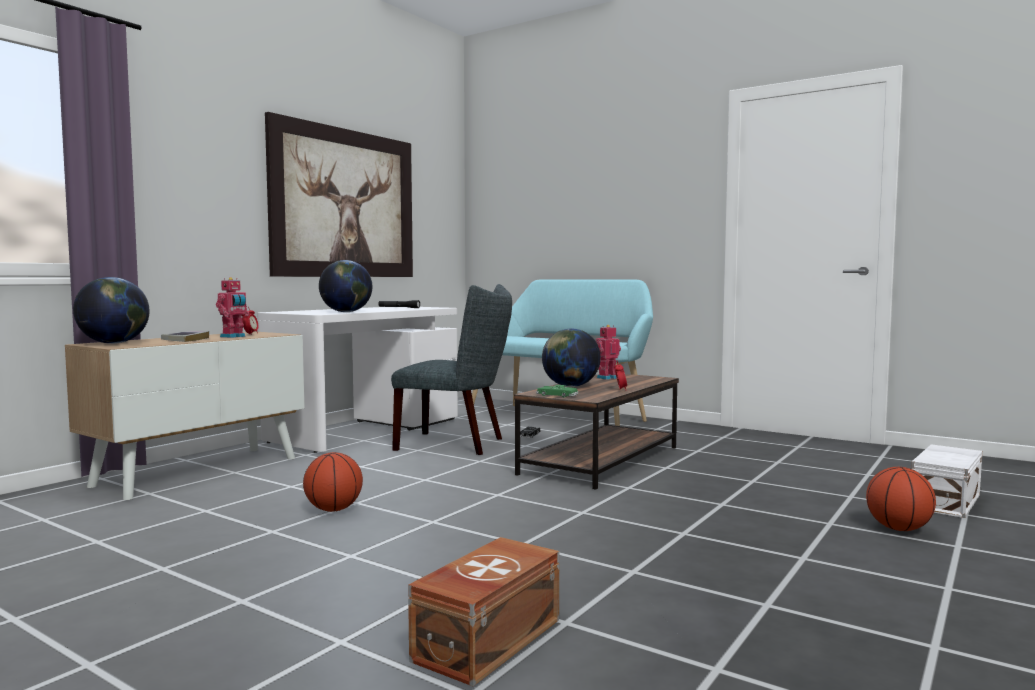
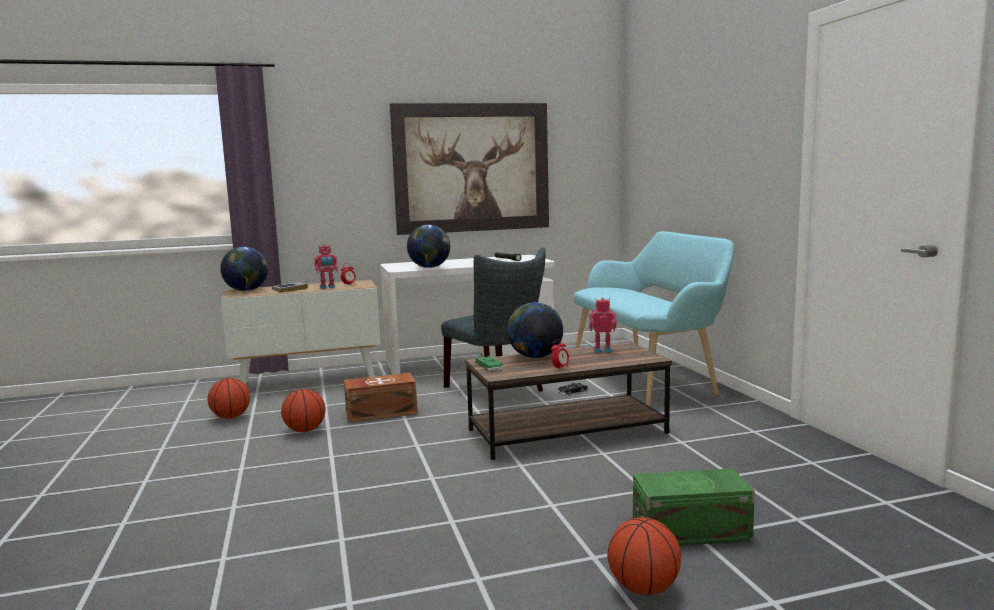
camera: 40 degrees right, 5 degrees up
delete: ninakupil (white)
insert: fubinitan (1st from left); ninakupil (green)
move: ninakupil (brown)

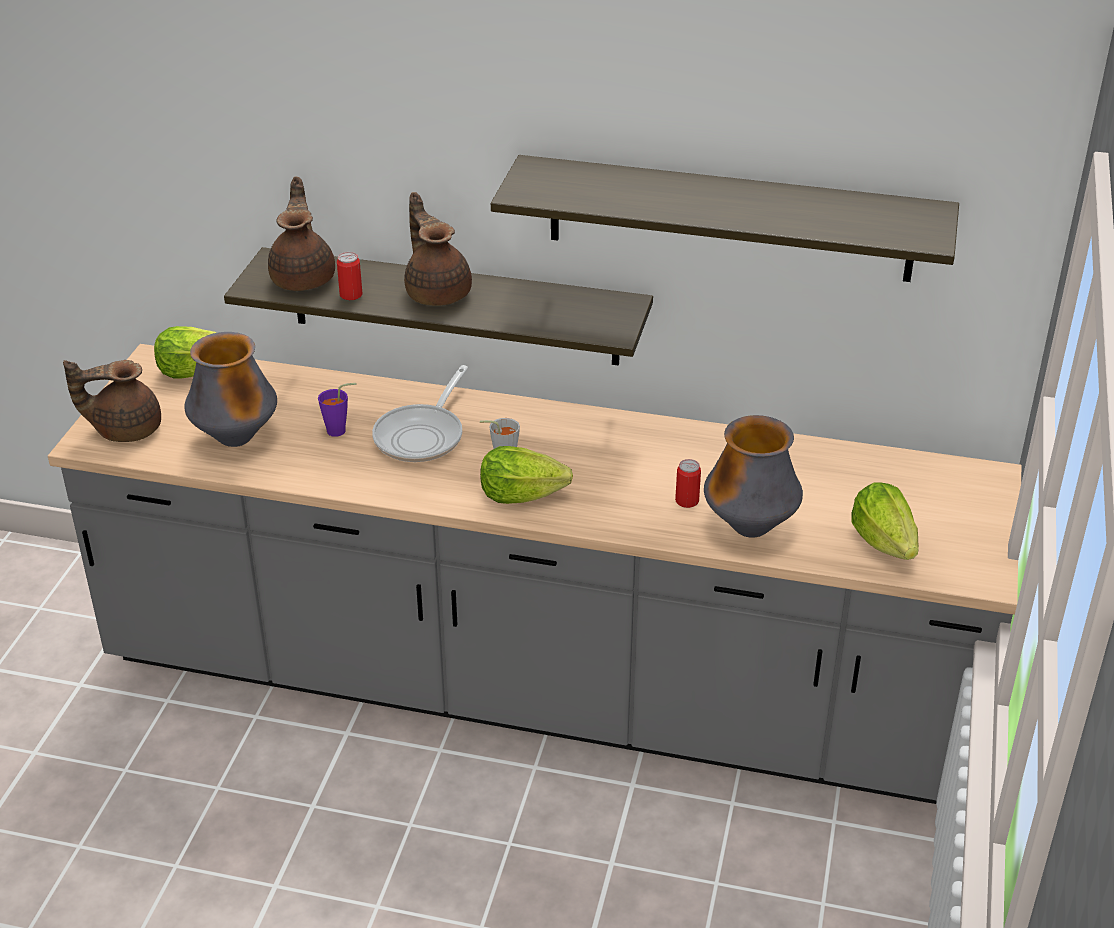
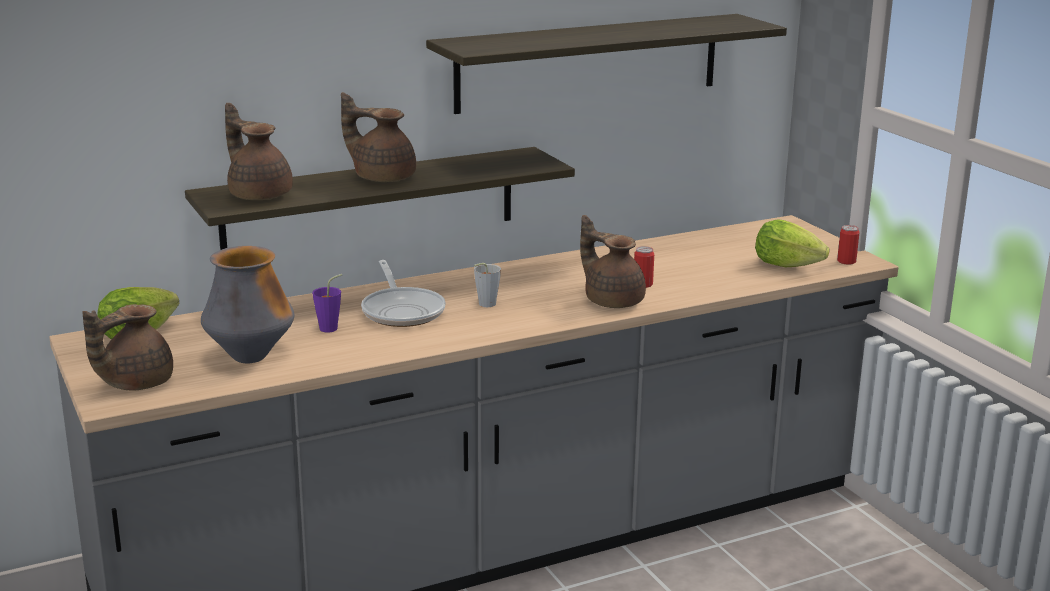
camera: 40 degrees left, 15 degrees down
delete: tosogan (2nd from left); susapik (2nd from left)
insert: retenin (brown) (4th from left)
move: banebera (1st from left in the first image) to banebera (2nd from left)

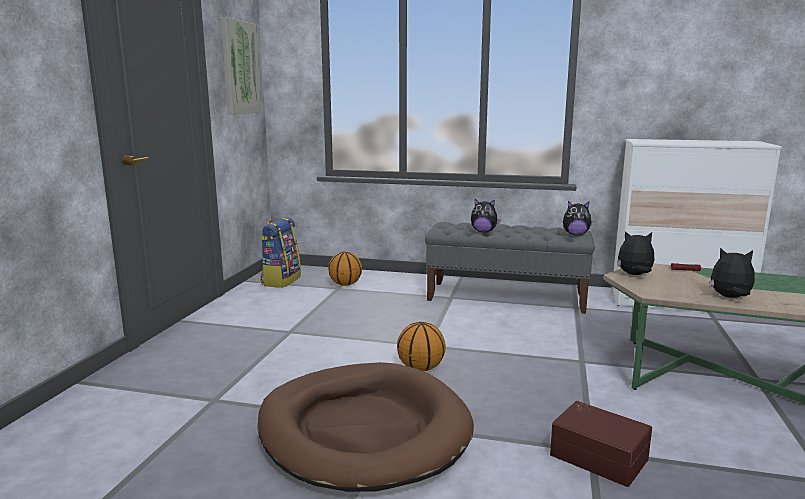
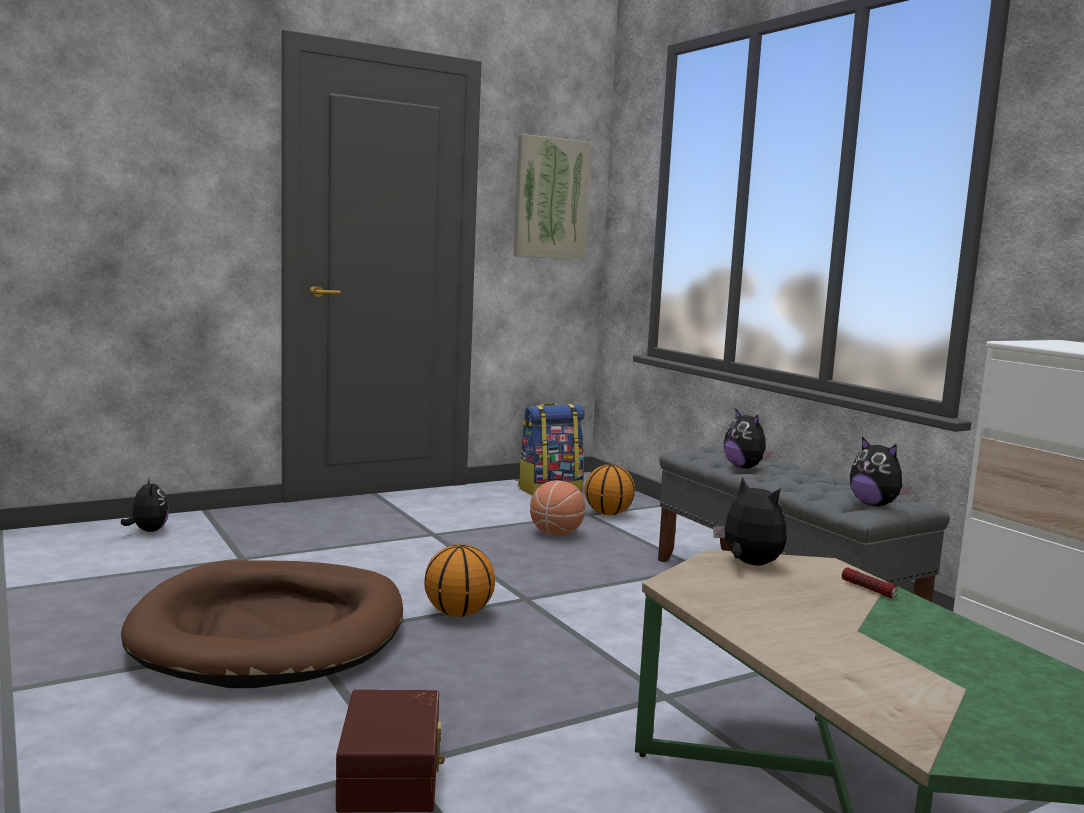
camera: 45 degrees right, 5 degrees down
insert: fubinitan (2nd from left)
move: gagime (4th from left in the first image) to gagime (1st from left)

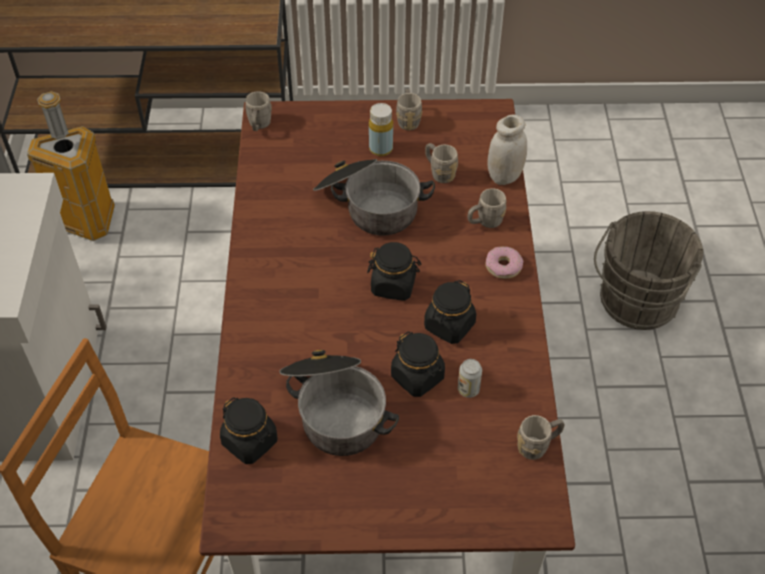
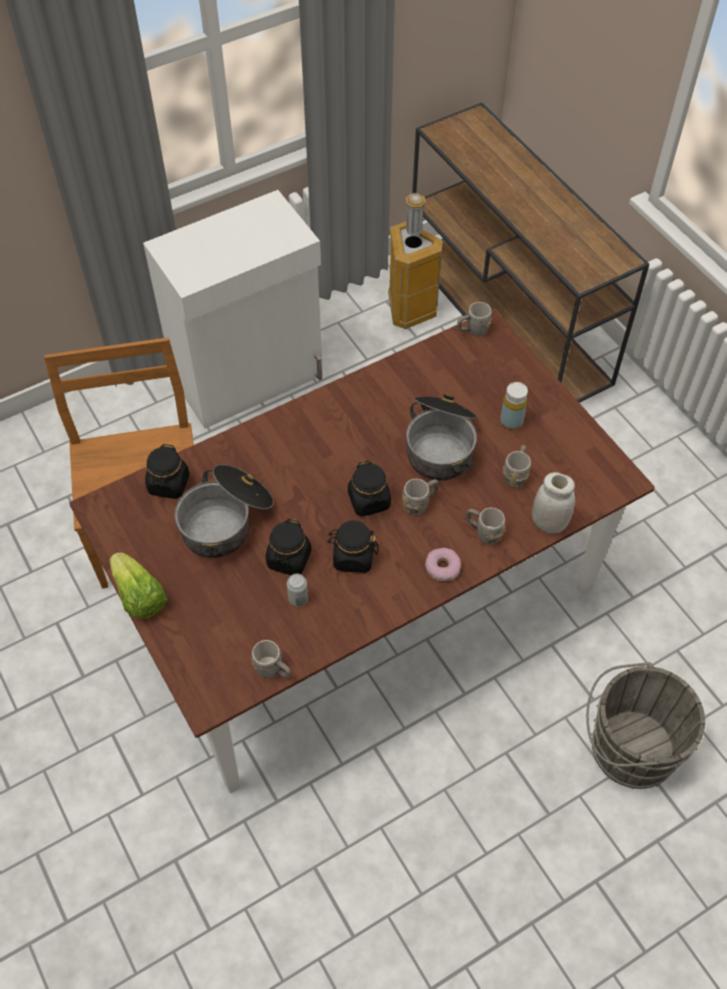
camera: 60 degrees right, 5 degrees up
insert: tosogan
move: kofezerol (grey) (2nd from left)

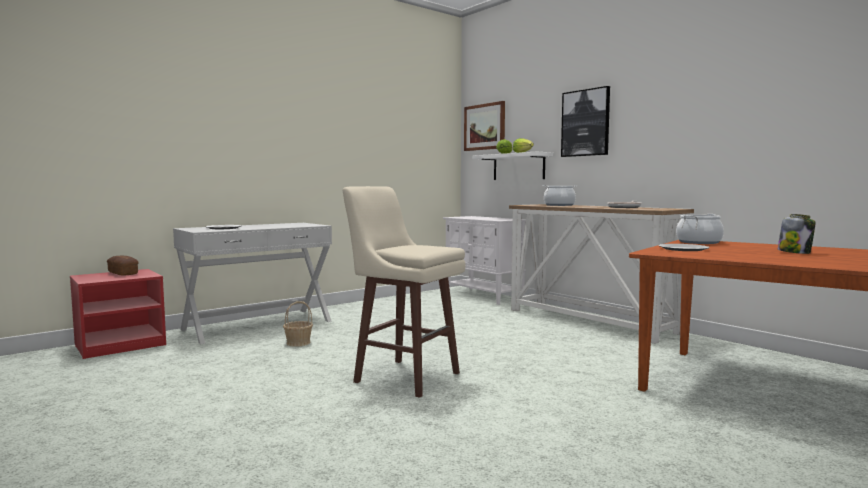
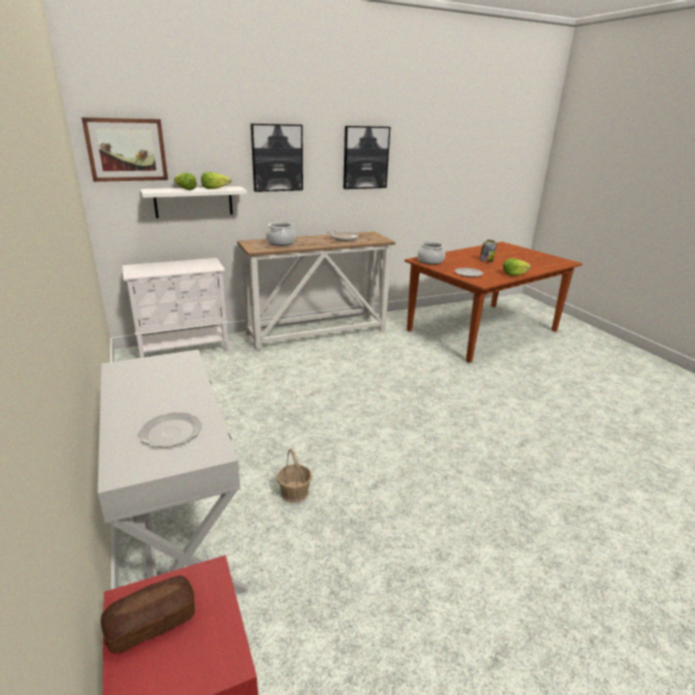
camera: 75 degrees left, 20 degrees up
delete: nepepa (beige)
insert: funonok (3rd from left); tosogan (3rd from left)

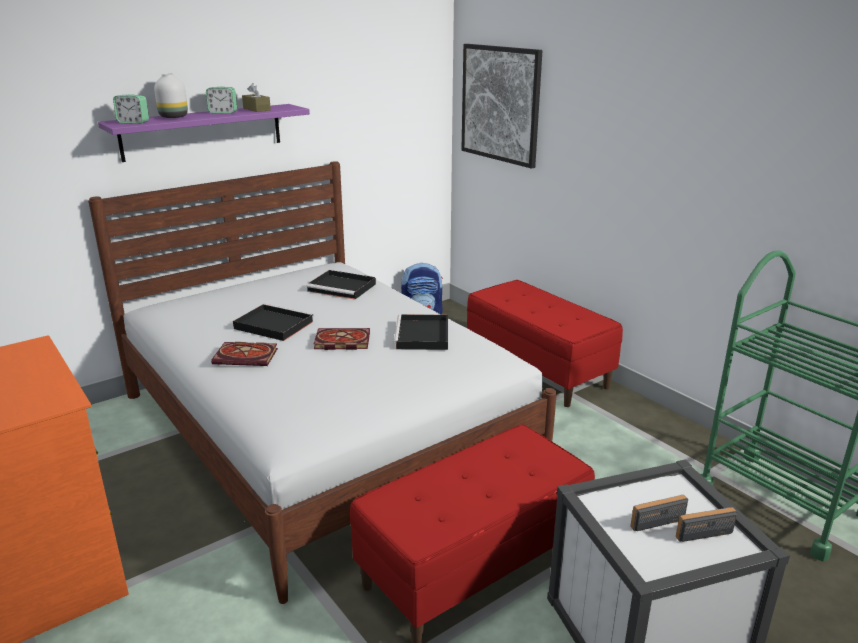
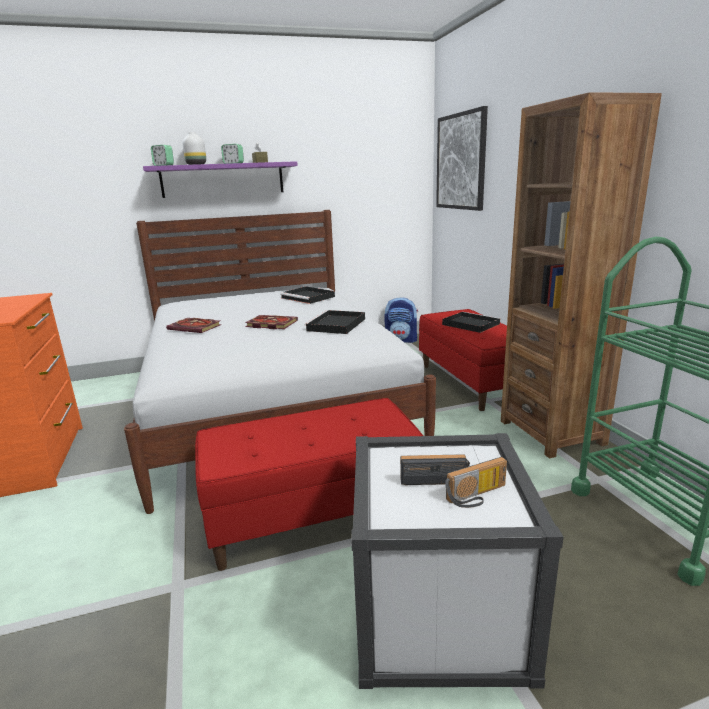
camera: 20 degrees right, 5 degrees down
insert: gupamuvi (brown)
move: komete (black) (1st from left in the first image) to komete (black) (3rd from left)
rotate: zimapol (2nd from left) 150 degrees clockwise

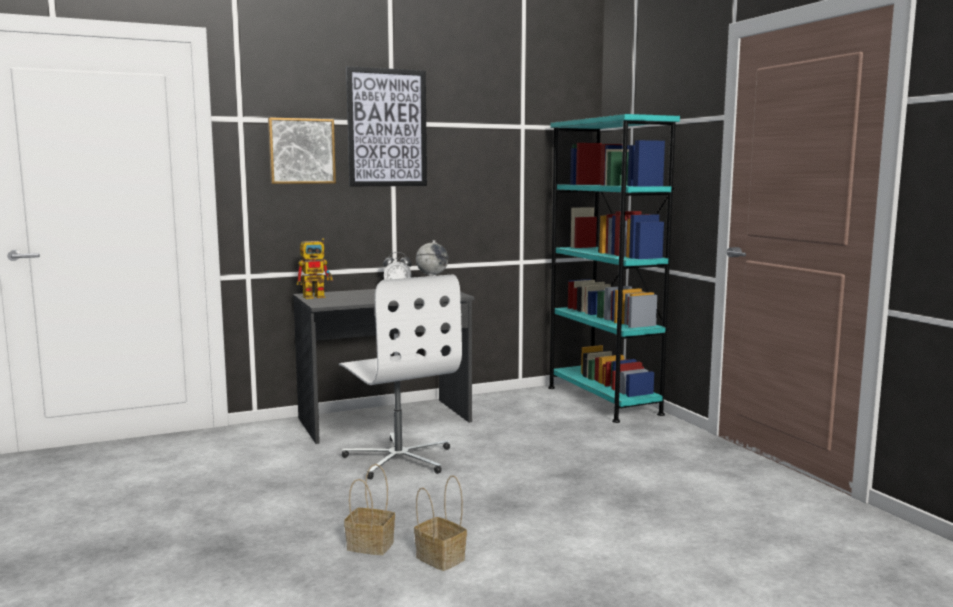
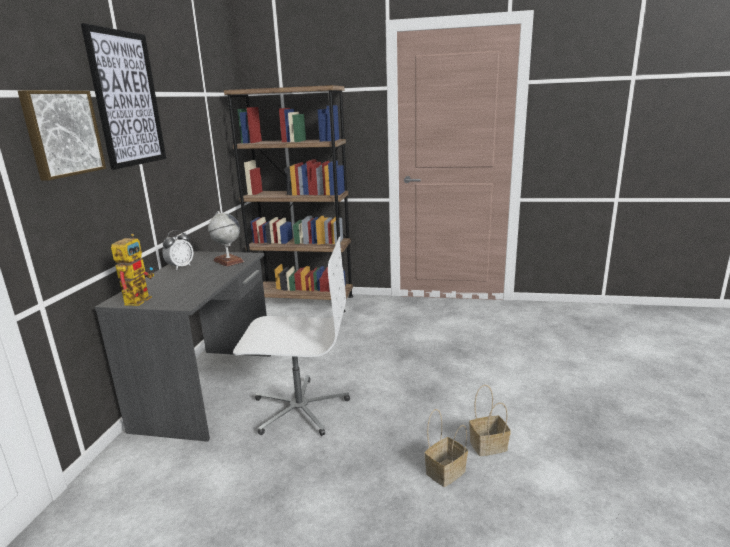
camera: 55 degrees left, 10 degrees up
recolor: gupamuvi (turquoise) to gupamuvi (brown)

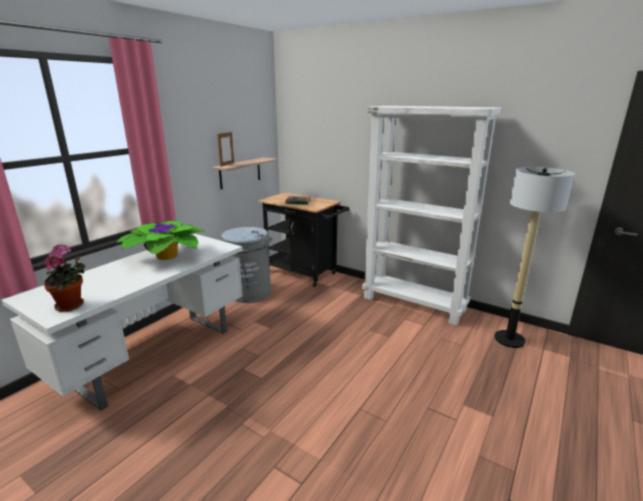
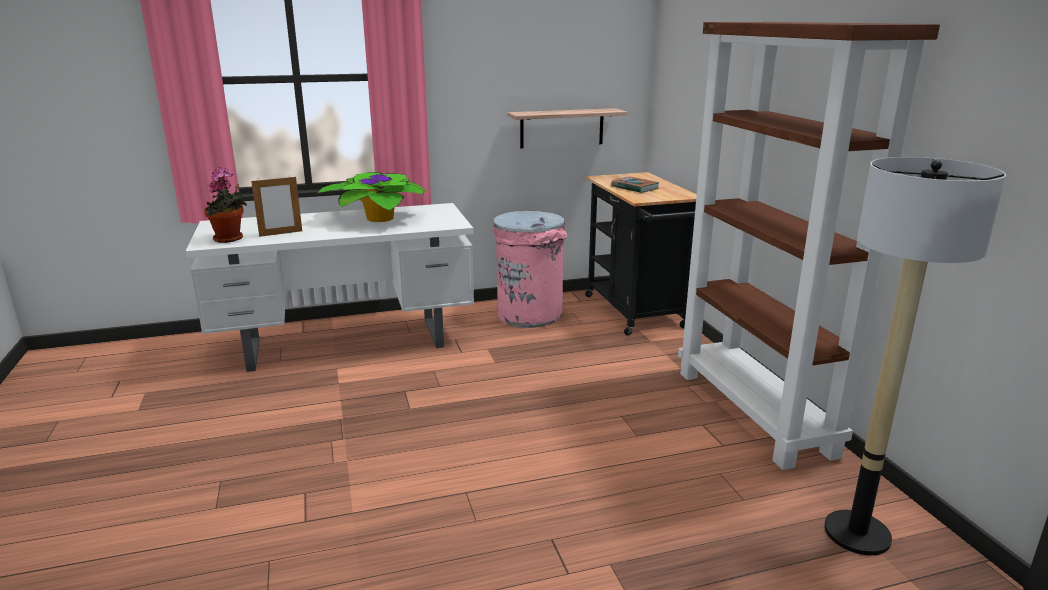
camera: 40 degrees right, 0 degrees up
move: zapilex
recolor: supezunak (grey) to supezunak (pink); gupamuvi (white) to gupamuvi (brown)

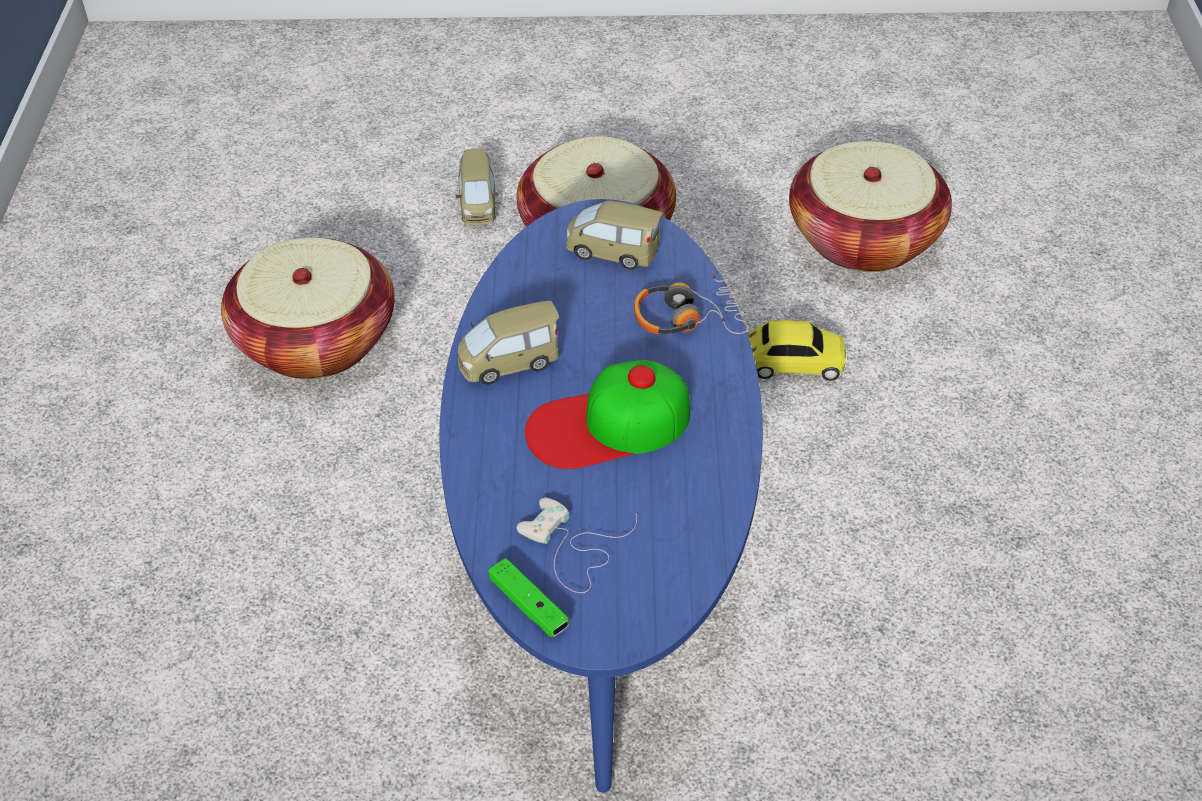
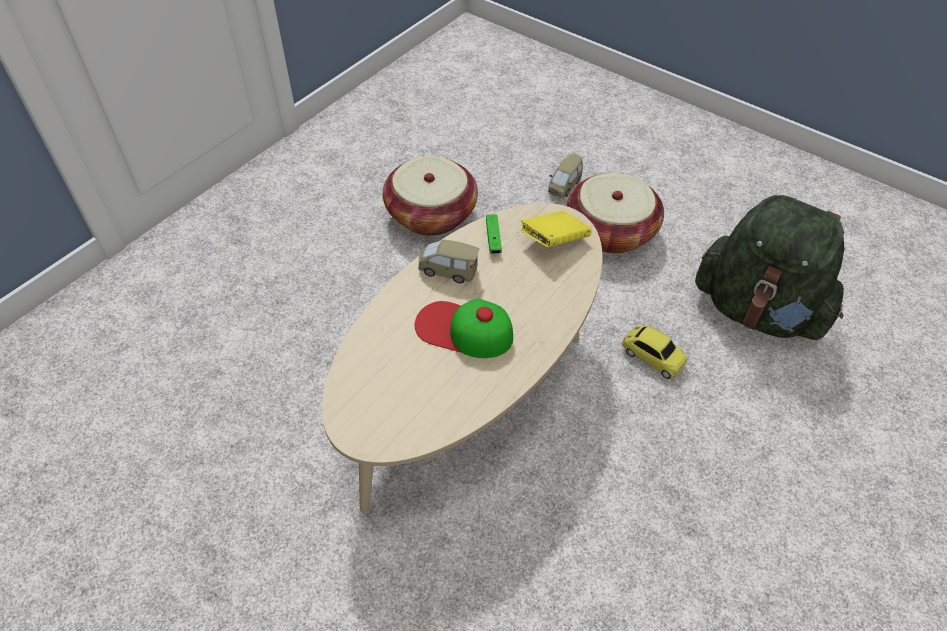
camera: 35 degrees right, 5 degrees up
delete: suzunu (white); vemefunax
move: suzunu (green)
replace: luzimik (3rd from left) to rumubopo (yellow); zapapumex (3rd from left) to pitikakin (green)
recolor: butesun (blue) to butesun (beige)

